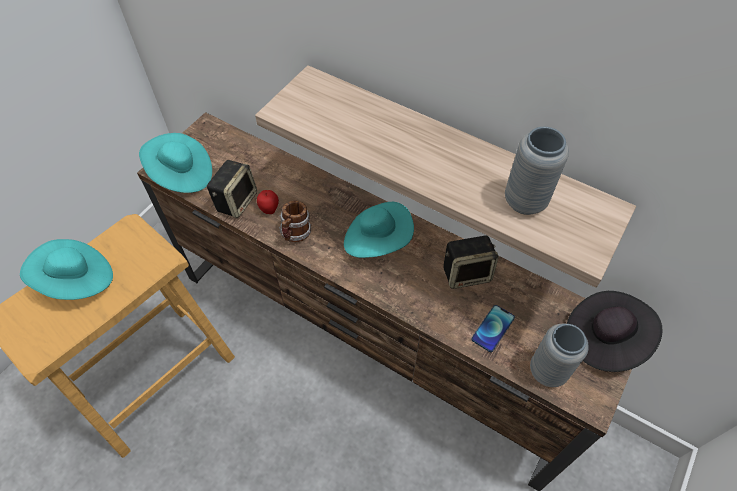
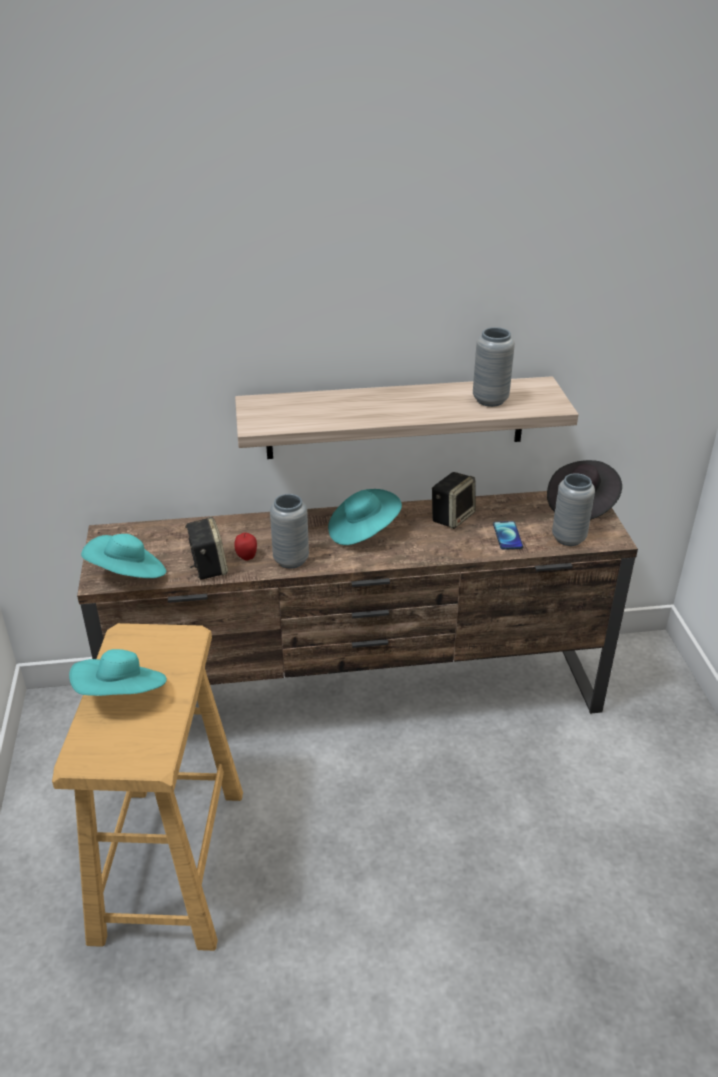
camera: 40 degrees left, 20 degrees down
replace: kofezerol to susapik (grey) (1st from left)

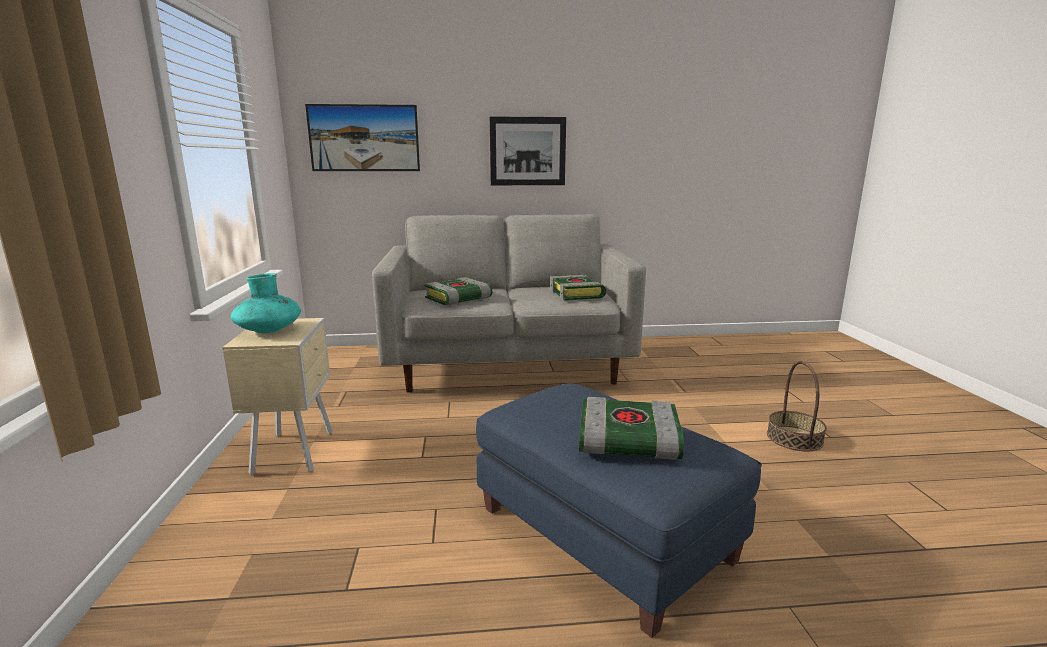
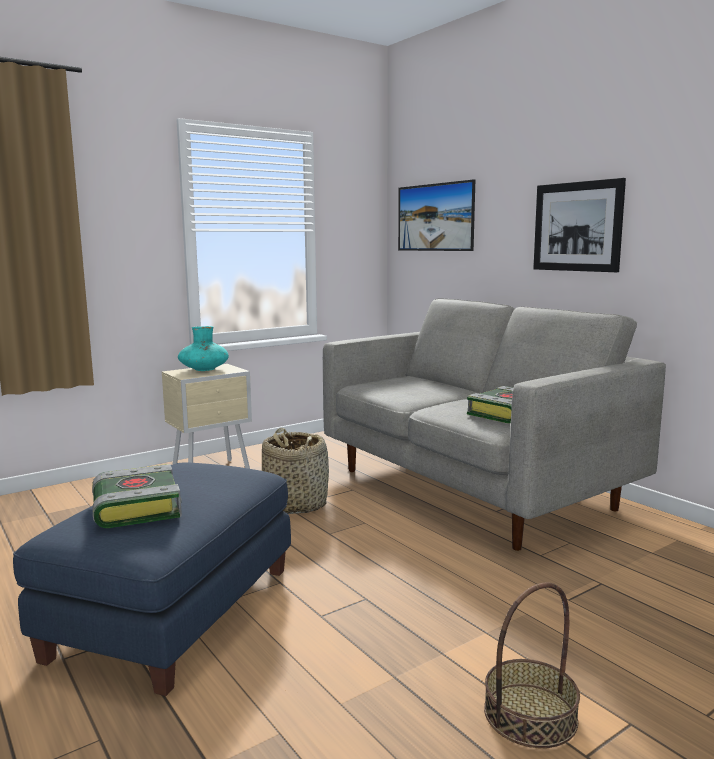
camera: 60 degrees right, 5 degrees down
delete: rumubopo (1st from left)
insert: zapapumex (1st from left)

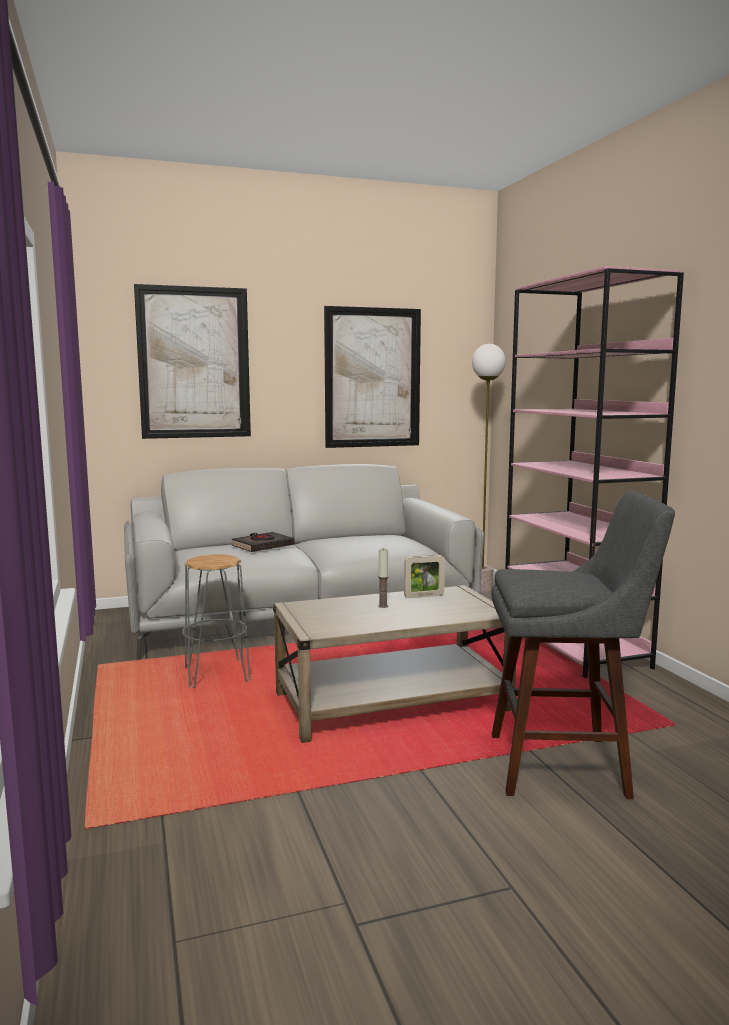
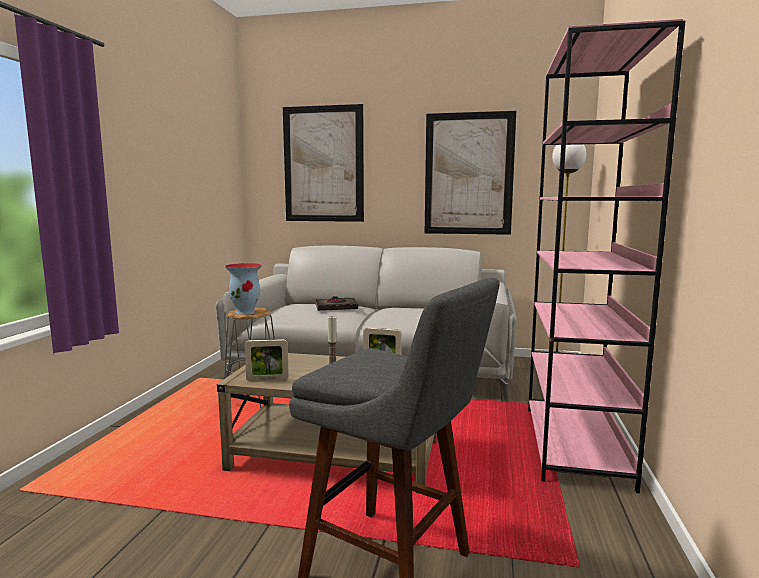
camera: 30 degrees right, 0 degrees up
insert: susapik; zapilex (1st from left)

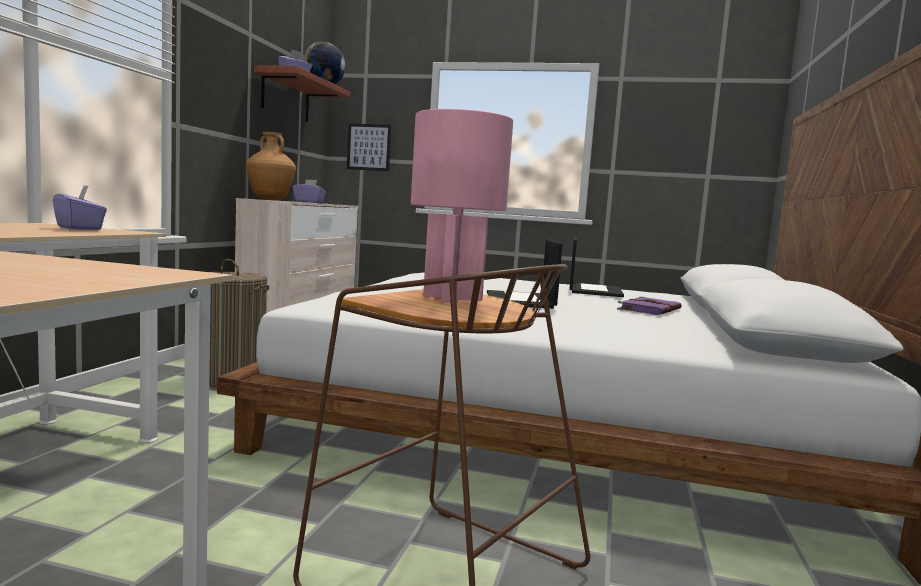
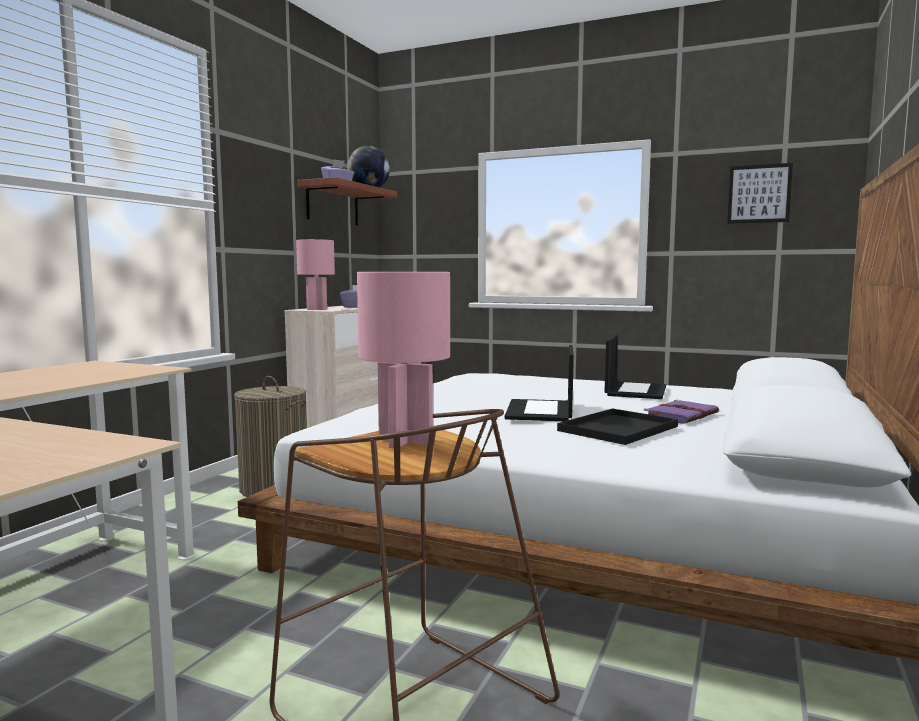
camera: 10 degrees right, 0 degrees up
delete: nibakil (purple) (1st from left)
insert: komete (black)
move: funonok
replace: susapik (brown) to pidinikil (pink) (1st from left)

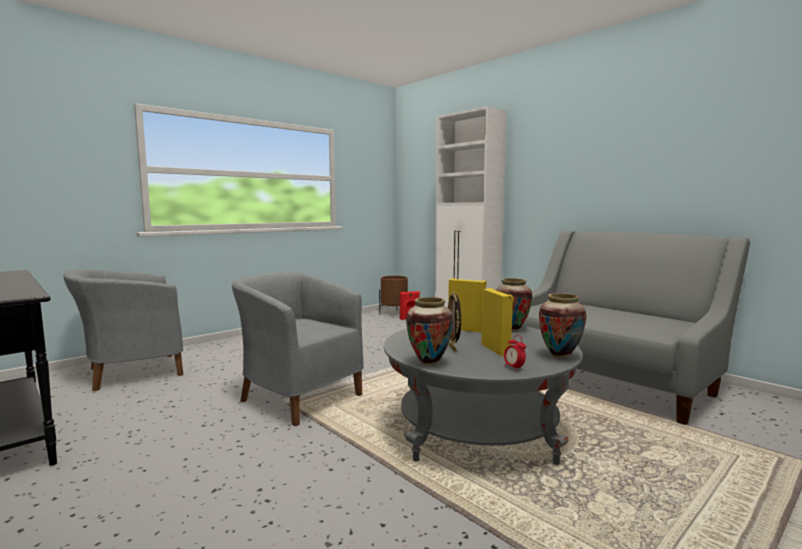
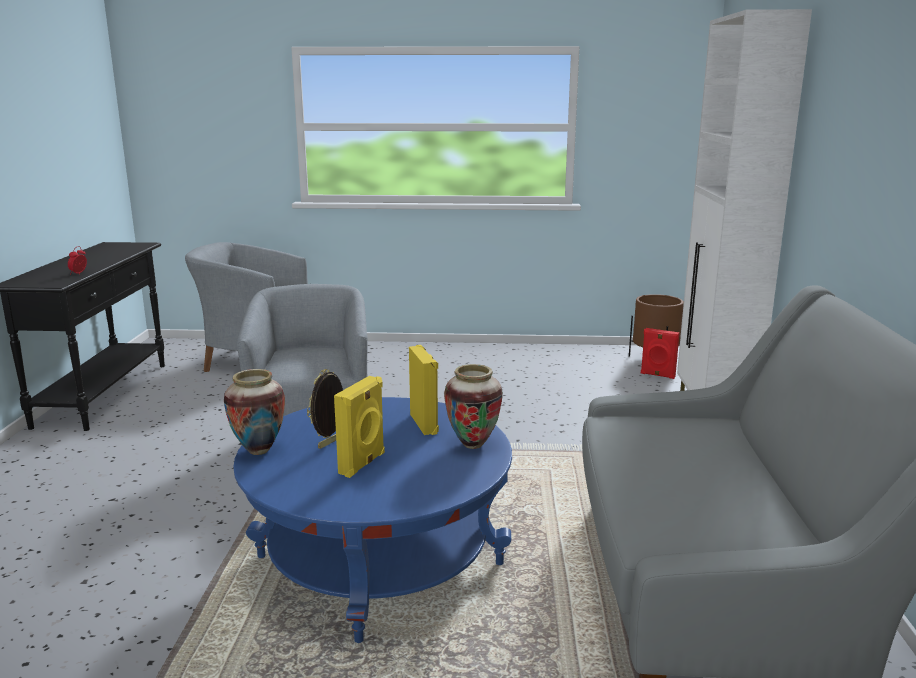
camera: 45 degrees right, 10 degrees up
delete: susapik (3rd from left)
move: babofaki
recolor: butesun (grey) to butesun (blue)

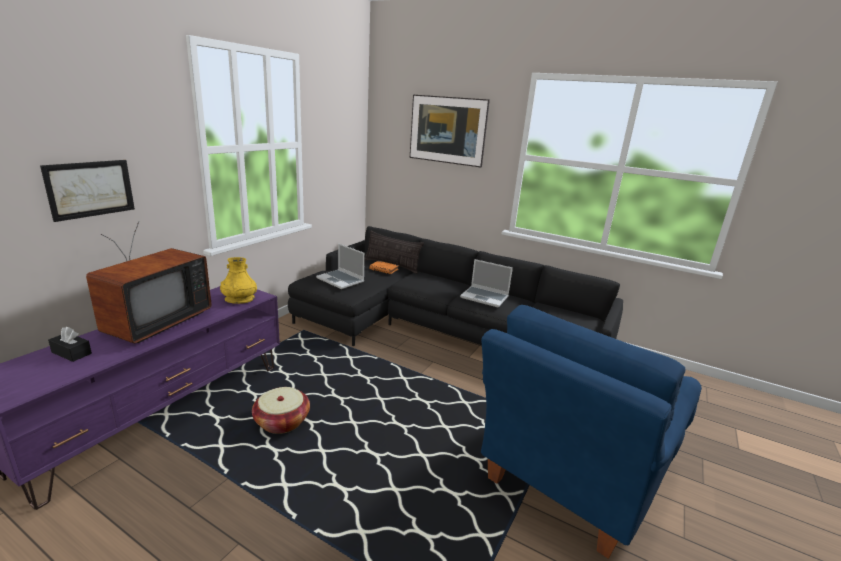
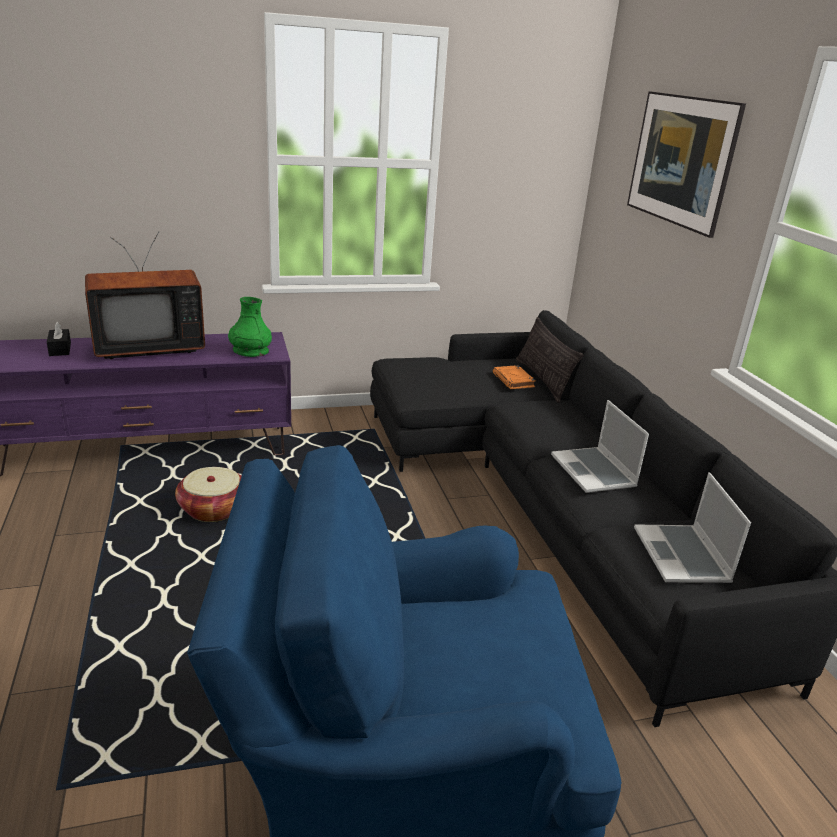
camera: 45 degrees right, 5 degrees up
delete: funonok (1st from left)
move: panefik (1st from left in the first image) to panefik (2nd from left)
recolor: susapik (yellow) to susapik (green)

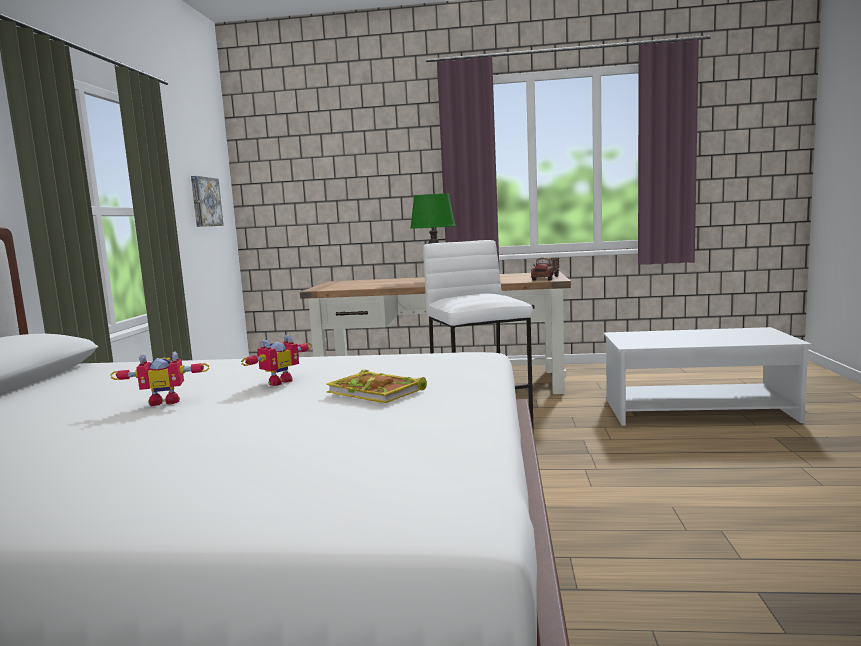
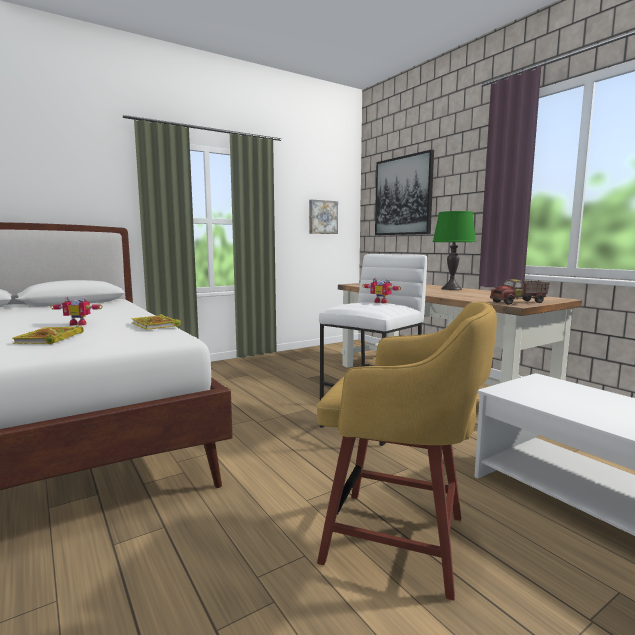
camera: 50 degrees right, 0 degrees up
insert: rumubopo (2nd from left); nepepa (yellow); funonok (2nd from left)
move: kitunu (1st from left in the first image) to kitunu (2nd from left)

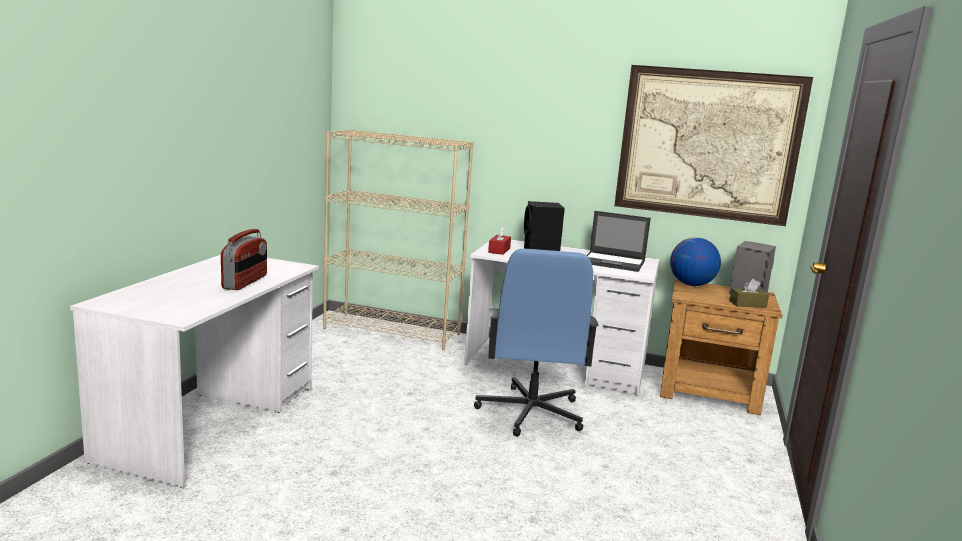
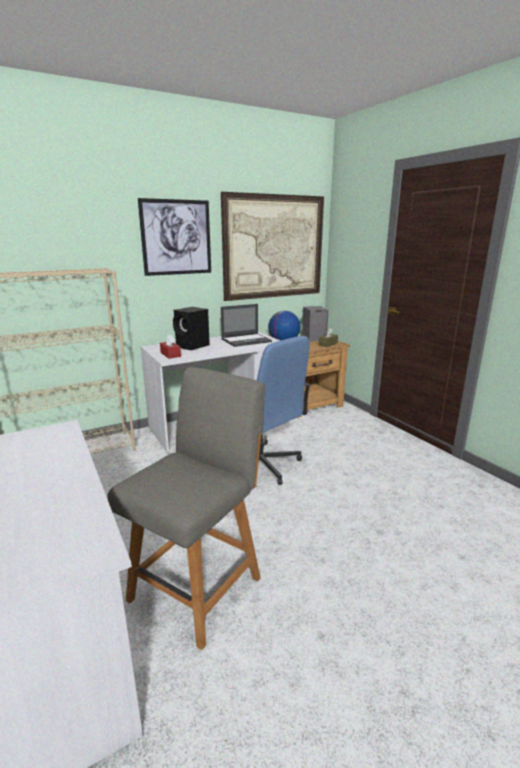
camera: 45 degrees left, 5 degrees up
delete: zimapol
insert: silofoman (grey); funonok (1st from left)

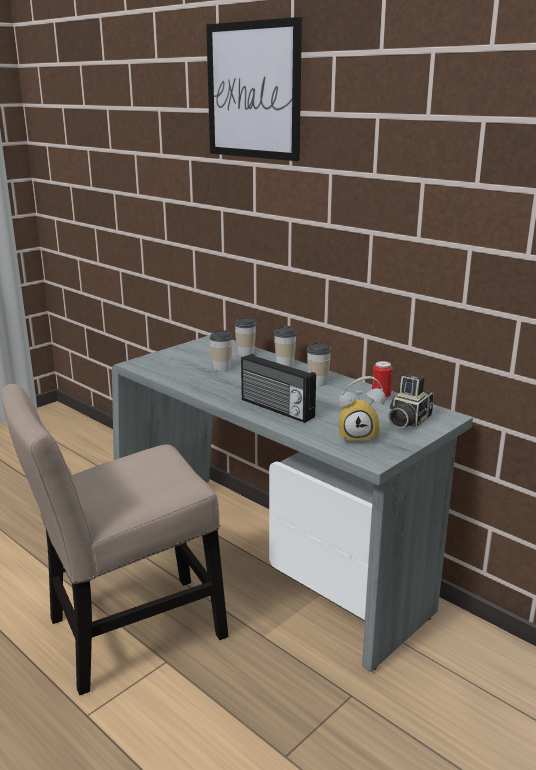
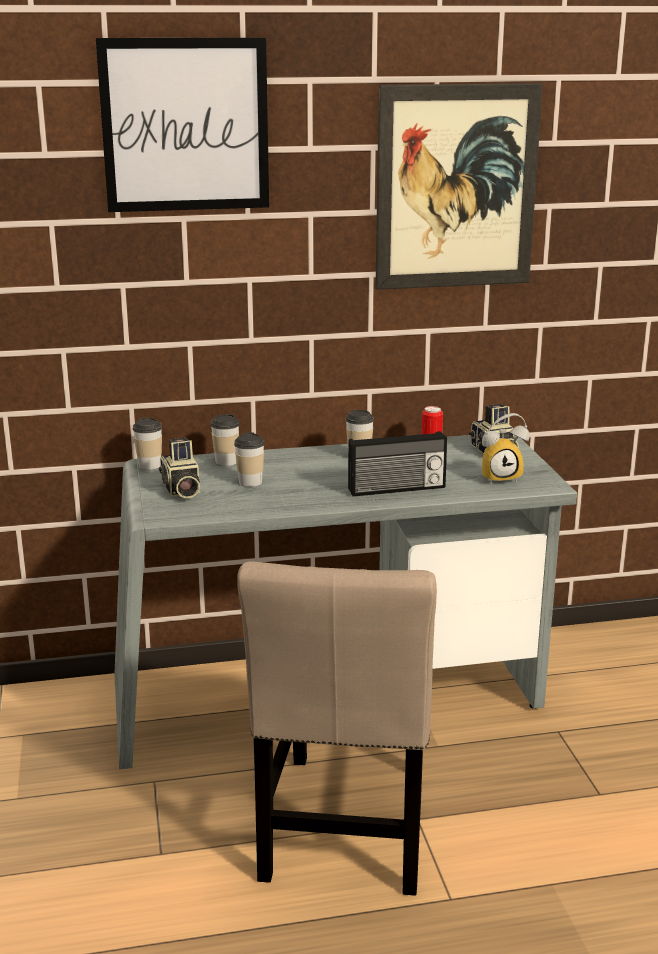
camera: 55 degrees left, 0 degrees up
insert: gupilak (1st from left); funonok (2nd from left)
move: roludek (3rd from left in the first image) to roludek (1st from left)
rotate: babofaki 45 degrees clockwise

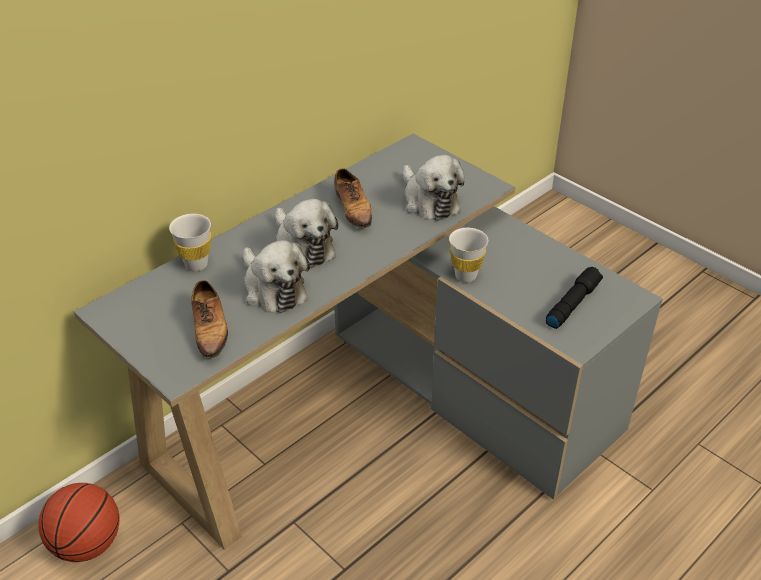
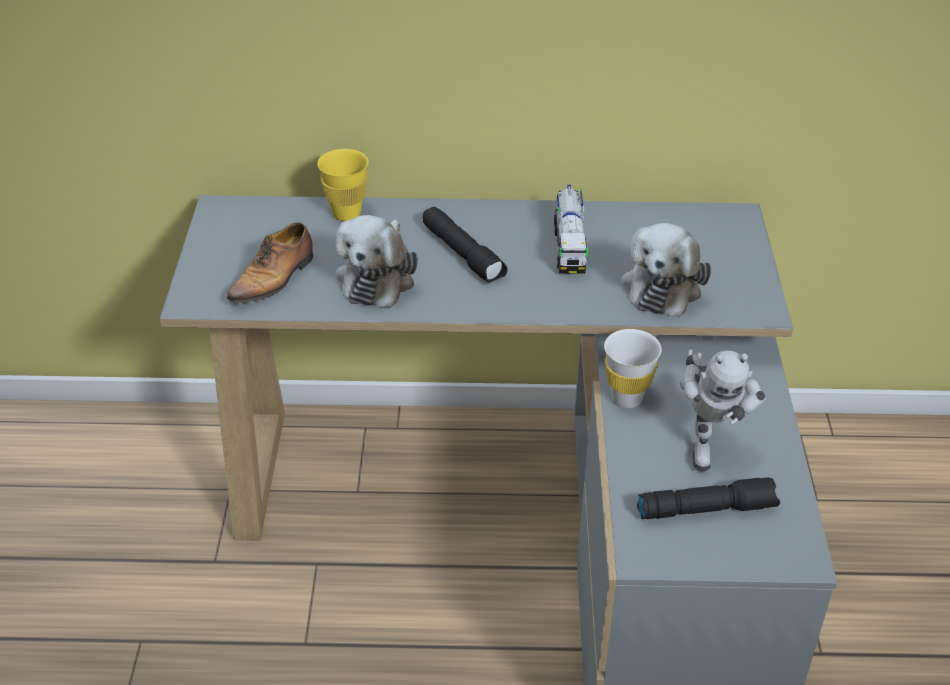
camera: 45 degrees right, 0 degrees up
delete: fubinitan
insert: kitunu
replace: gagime (2nd from left) to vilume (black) (1st from left); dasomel (2nd from left) to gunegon
recolor: roludek (white) (1st from left) to roludek (yellow)

